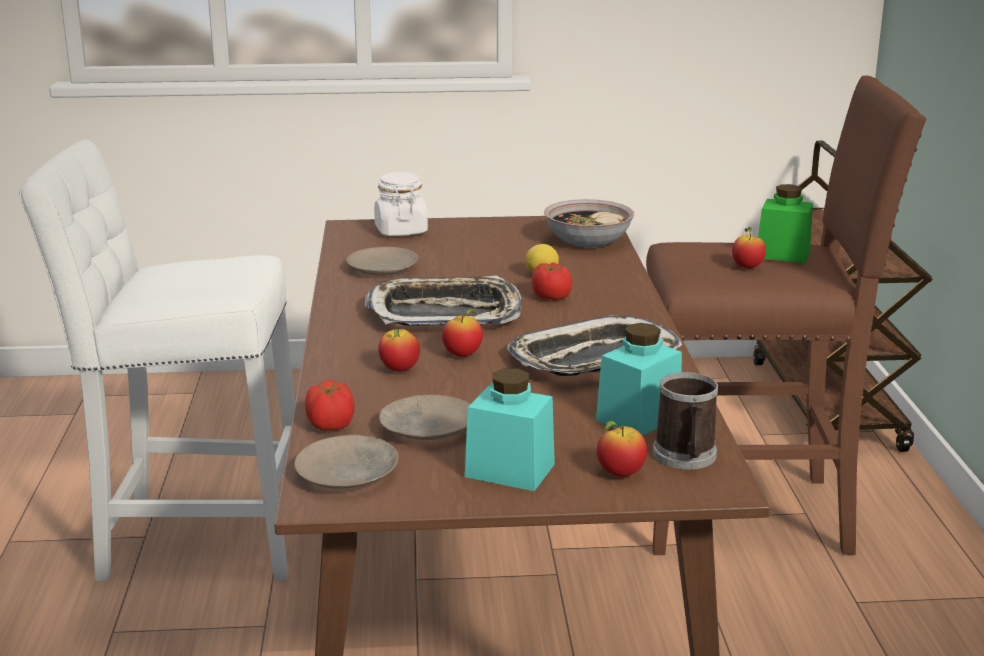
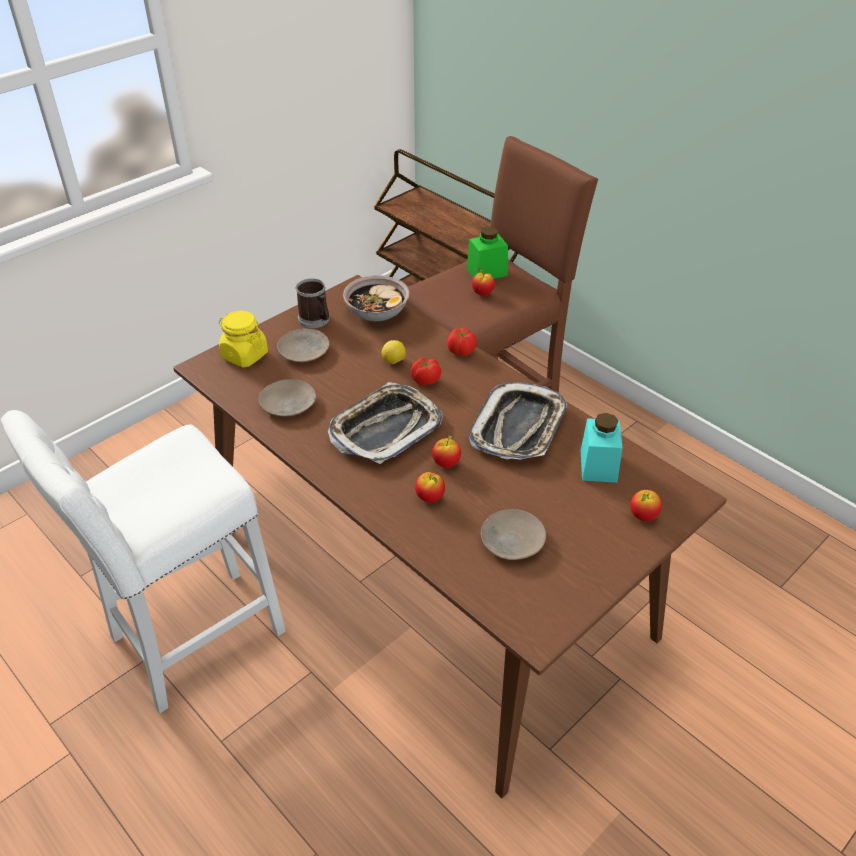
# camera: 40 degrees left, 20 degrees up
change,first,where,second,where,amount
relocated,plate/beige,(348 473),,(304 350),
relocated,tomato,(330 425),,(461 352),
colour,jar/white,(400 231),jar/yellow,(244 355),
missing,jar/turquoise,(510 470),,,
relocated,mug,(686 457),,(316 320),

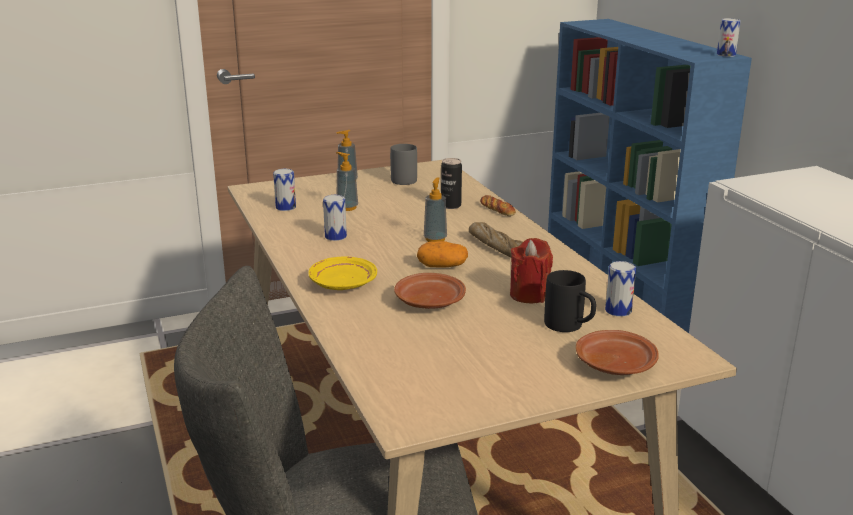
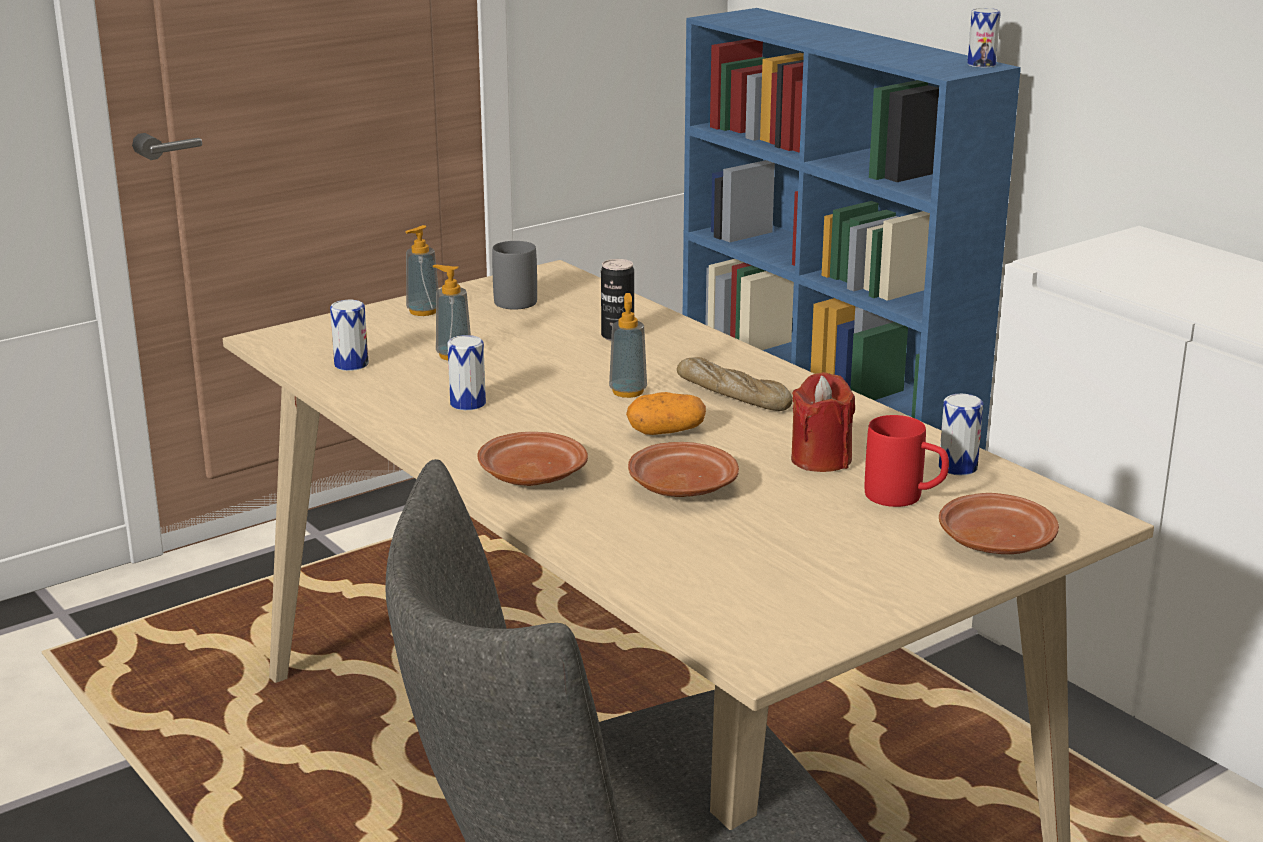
# camera: 15 degrees left, 0 degrees up
change,first,where,second,where,amount
colour,plate/yellow,(342 284),plate/brown,(531 475),
missing,bread,(497 209),,,
colour,mug/black,(570 327),mug/red,(905 498),

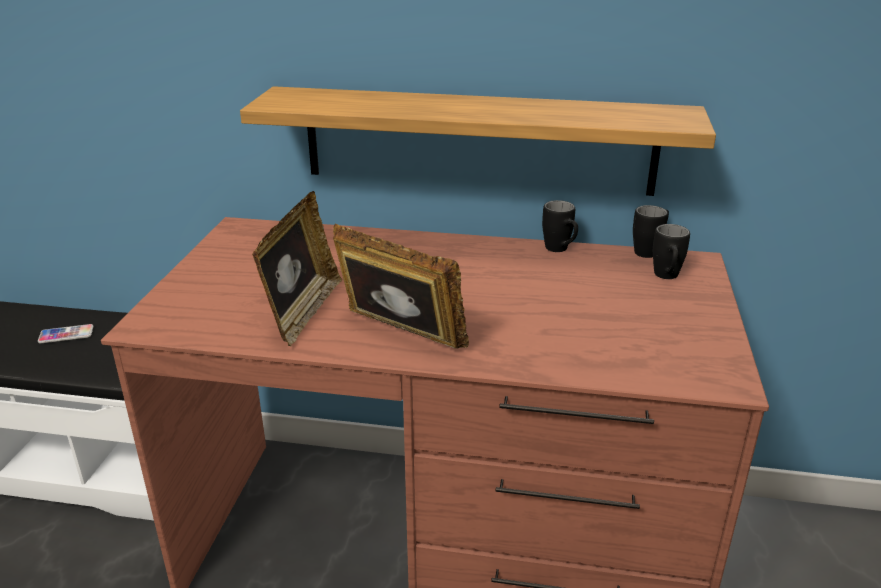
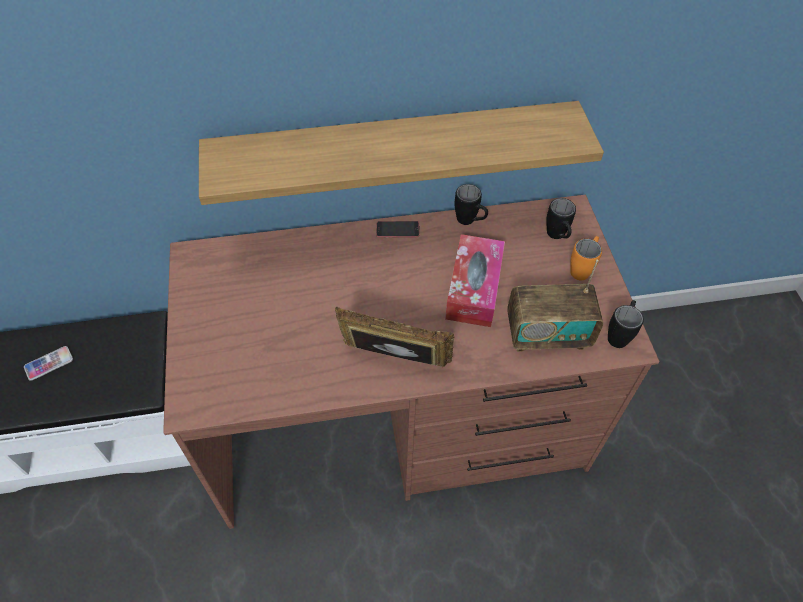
# camera: 20 degrees left, 25 degrees up
change,first,where,second,where,amount
missing,picture frame,(302 312),,,
relocated,mug/black,(650 250),,(619 334),
appeared,,,phone,(397 229),
appeared,,,tissue box,(474 288),
appeared,,,radio,(547 334),
appeared,,,mug/orange,(582 268),

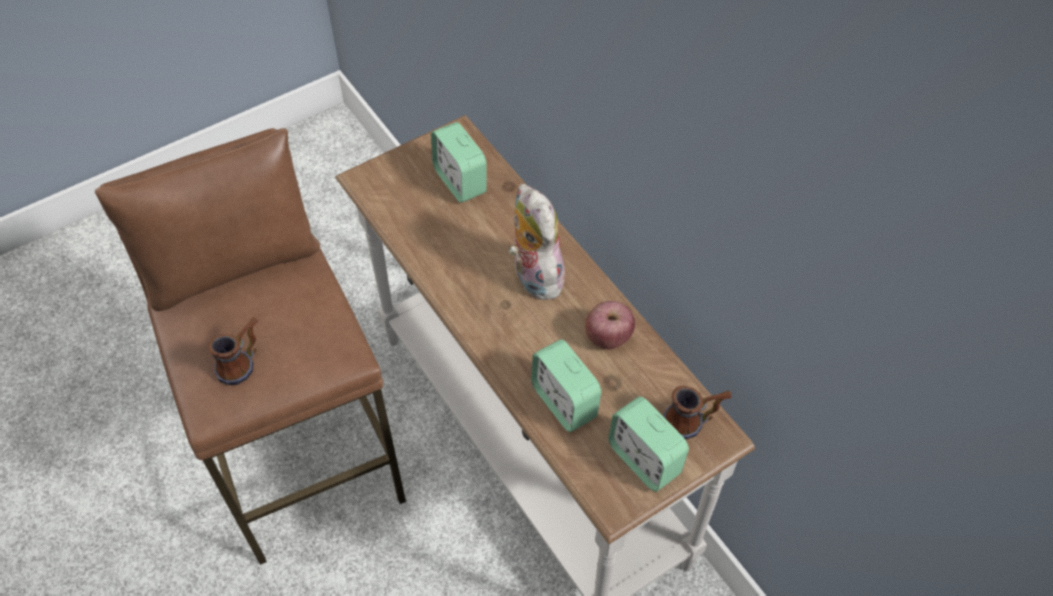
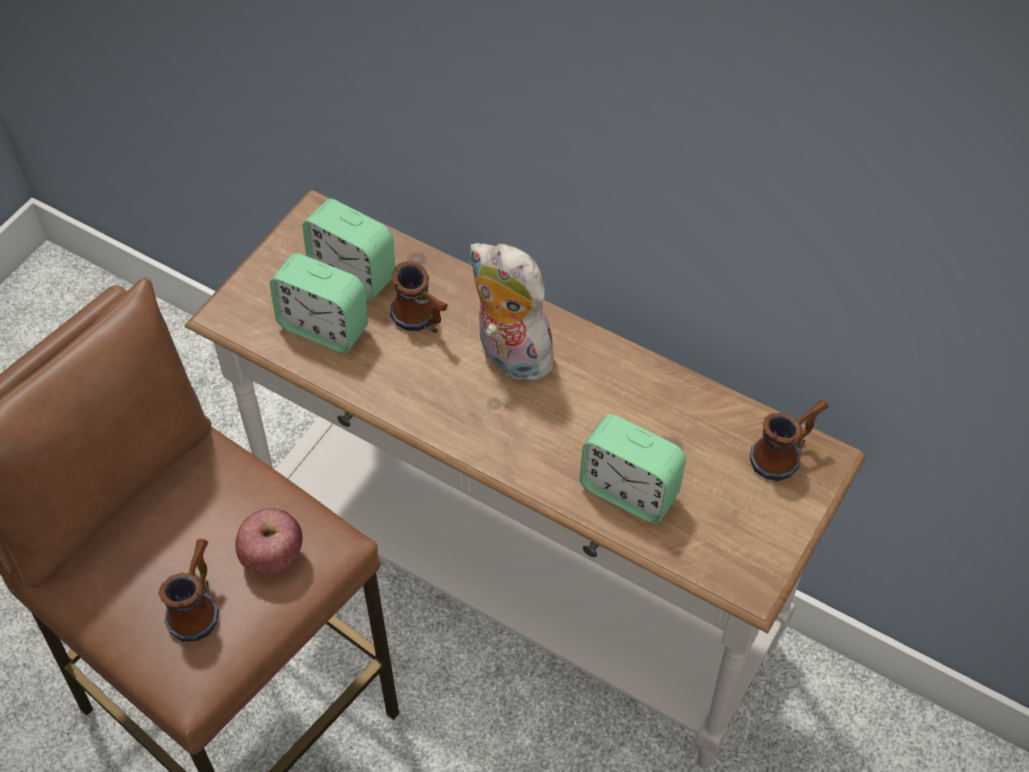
# camera: 25 degrees left, 0 degrees up
change,first,where,second,where,amount
relocated,apple,(608 337),,(272 557),
relocated,alarm clock,(644 459),,(324 327),
appeared,,,mug,(422 321),

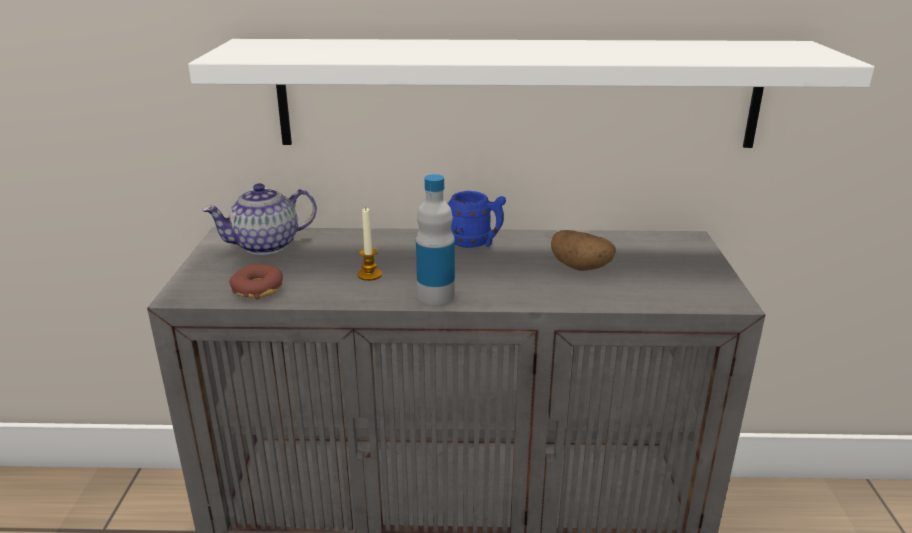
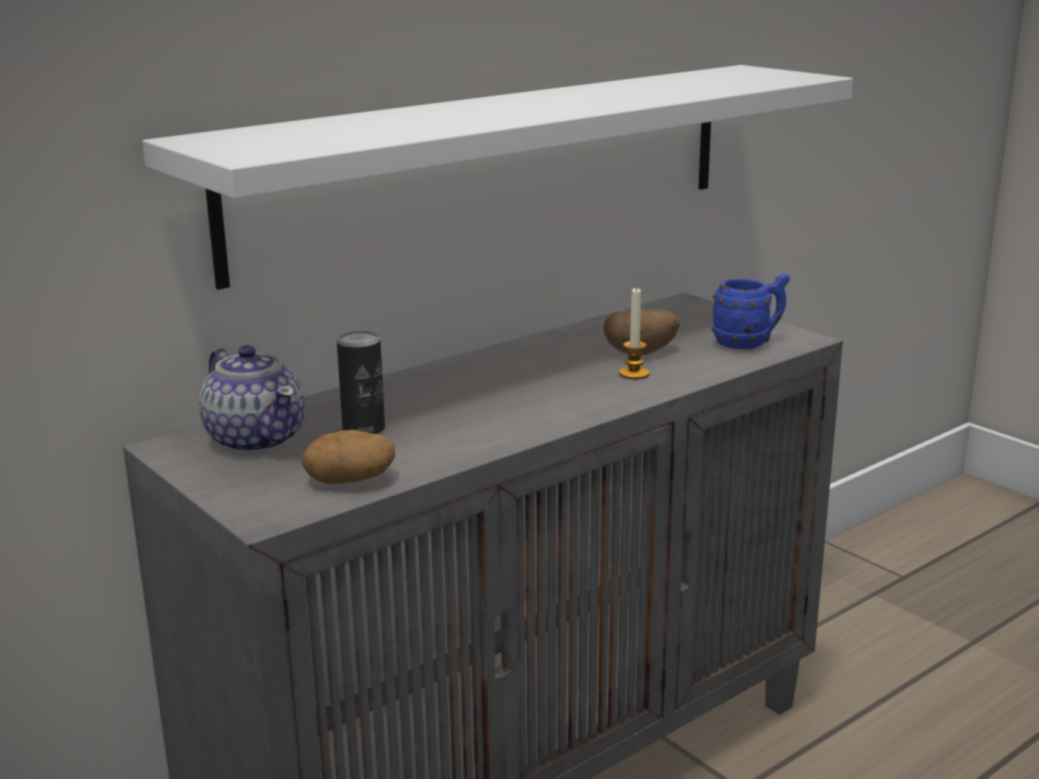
# camera: 40 degrees left, 5 degrees down
change,first,where,second,where,amount
spun,teapot,(267 245),,(256 439),60 degrees counterclockwise
exchanged,donut,(258 289),potato,(351 479),
relocated,candle,(369 275),,(634 374),
missing,bottle,(436 295),,,
relocated,mug/blue,(476 243),,(749 343),
appeared,,,can,(363 429),

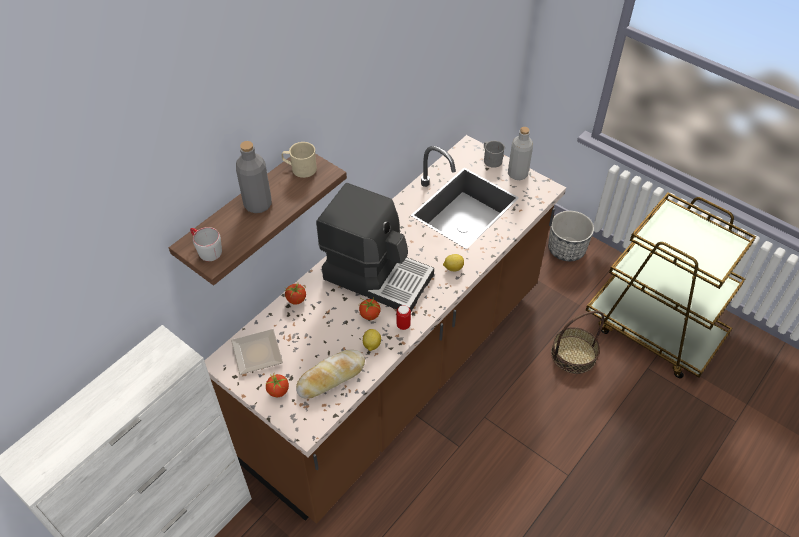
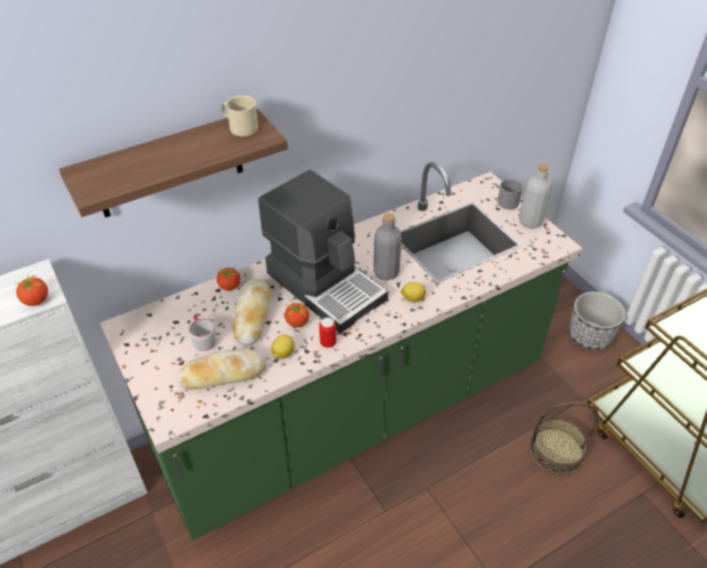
# camera: 20 degrees right, 5 degrees down
change,first,where,second,where,amount
relocated,mug/grey,(206 250),,(202 339),
colour,counter/brown,(399 373),counter/green,(353 412),
missing,plate,(259 354),,,
relocated,bottle/grey,(258 204),,(386 272),
relocated,tomato,(278 391),,(36 300),
appeared,,,bread,(252 315),

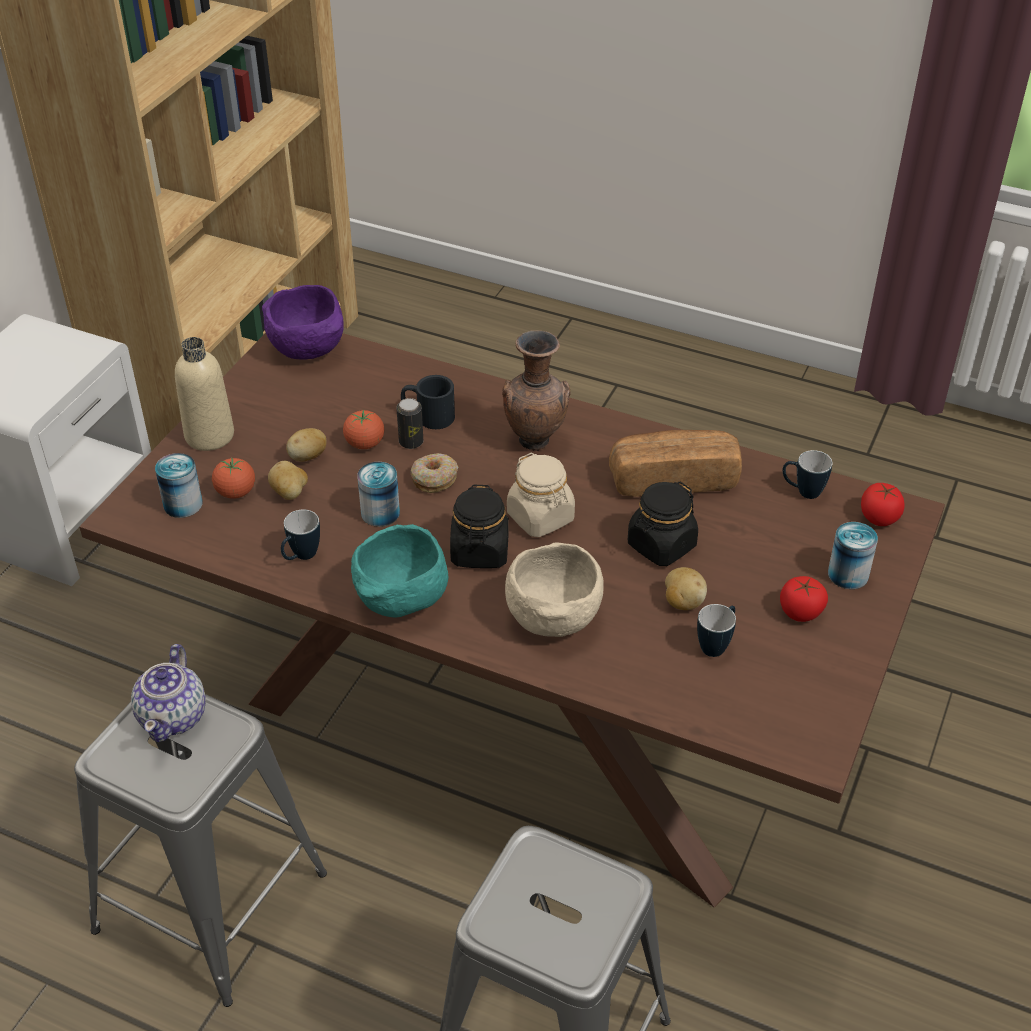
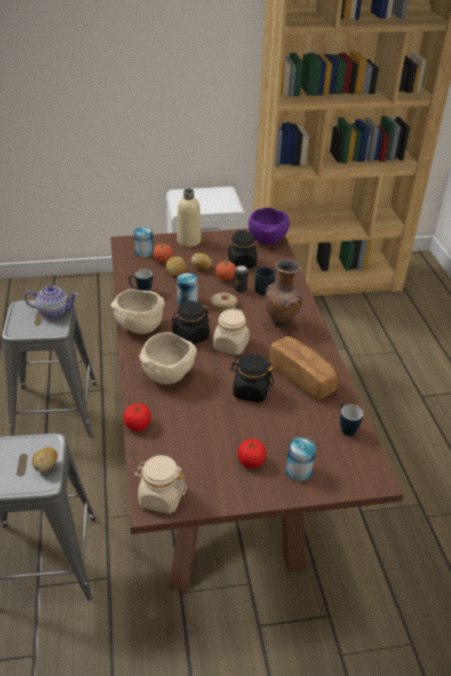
# camera: 55 degrees right, 5 degrees down
change,first,where,second,where,amount
spun,teapot,(174 716),,(53 312),150 degrees counterclockwise
colour,bowl/turquoise,(401 602),bowl/beige,(138 328),
relocated,potato,(682 602),,(46 467),
missing,mug,(716 645),,,
relocated,tomato,(879 517),,(138 425),
appeared,,,jar/beige,(161 497),
appeared,,,jar/black,(242 263),

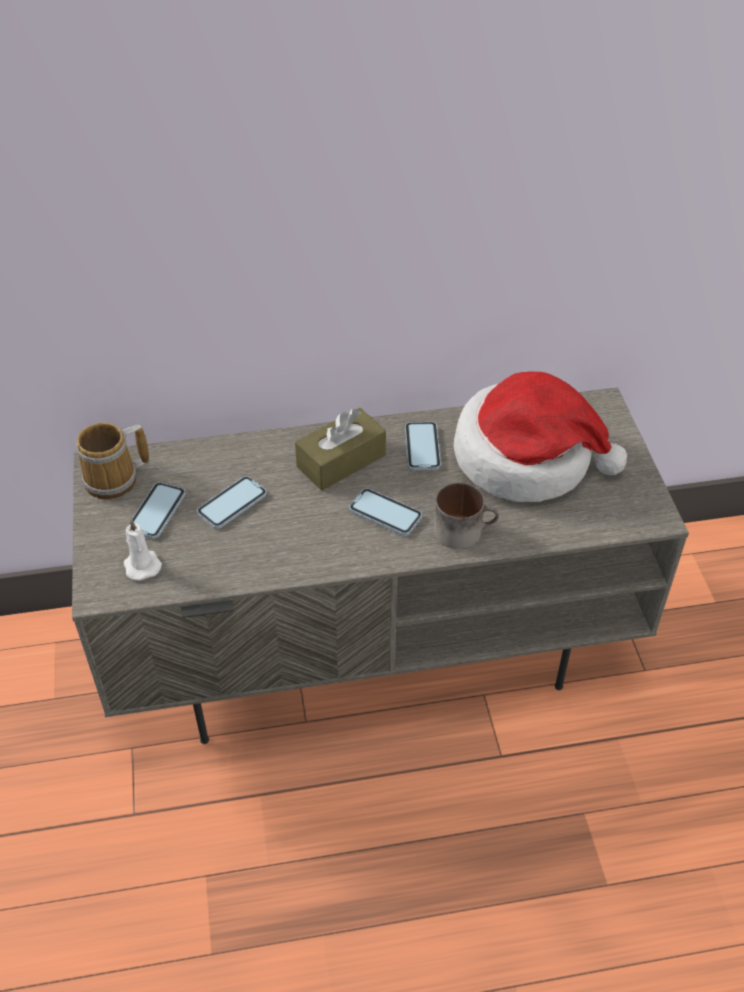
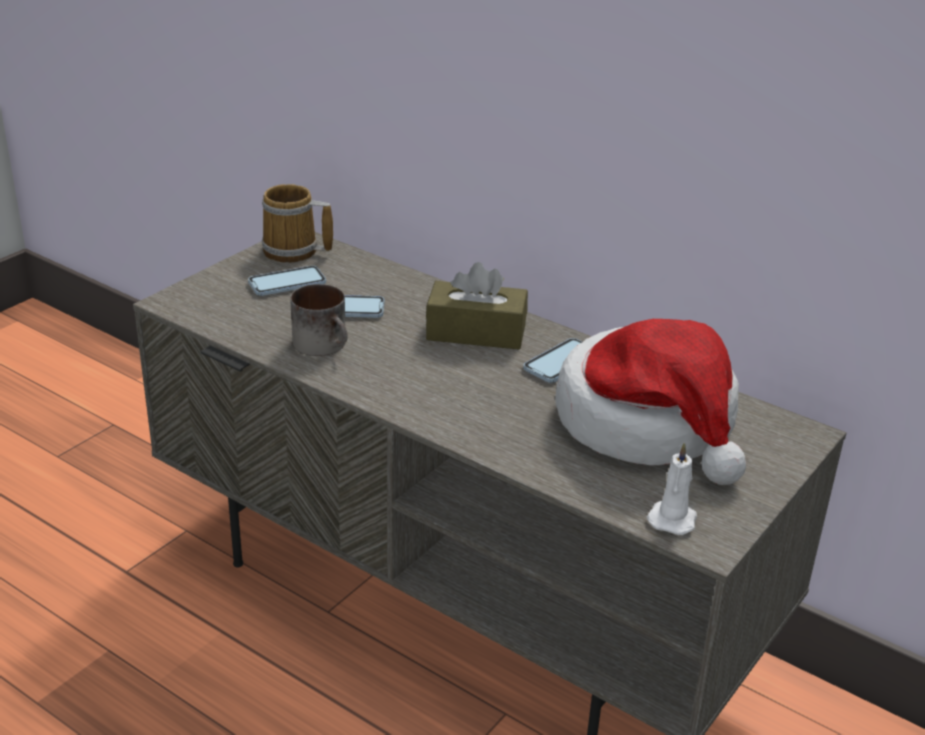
# camera: 45 degrees right, 15 degrees down
change,first,where,second,where,amount
relocated,candle/white,(141 564),,(672 518),
missing,phone,(385 513),,,
relocated,mug,(464 530),,(325 345),

